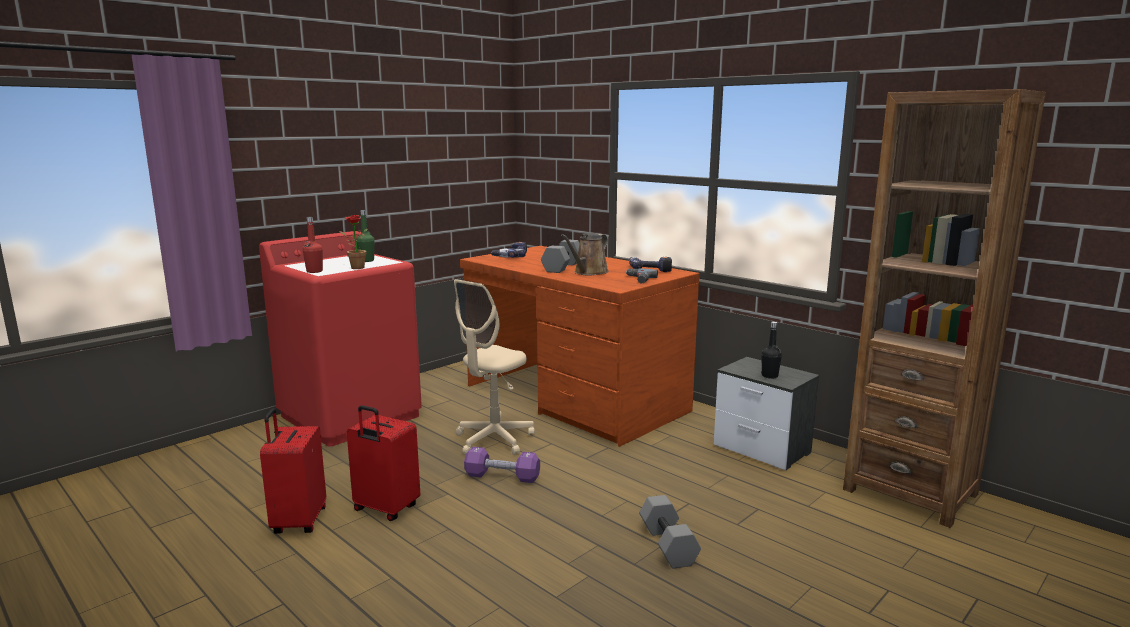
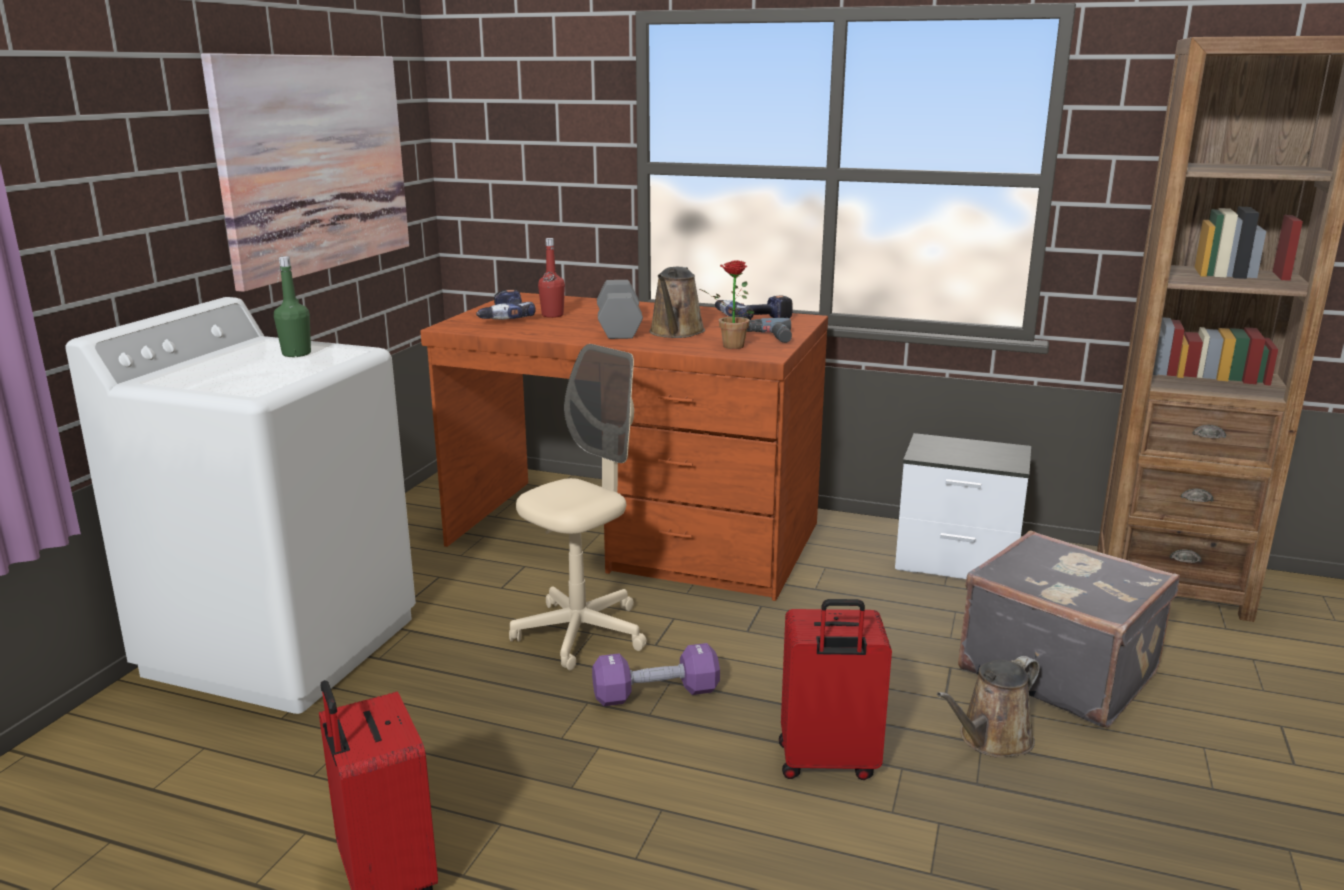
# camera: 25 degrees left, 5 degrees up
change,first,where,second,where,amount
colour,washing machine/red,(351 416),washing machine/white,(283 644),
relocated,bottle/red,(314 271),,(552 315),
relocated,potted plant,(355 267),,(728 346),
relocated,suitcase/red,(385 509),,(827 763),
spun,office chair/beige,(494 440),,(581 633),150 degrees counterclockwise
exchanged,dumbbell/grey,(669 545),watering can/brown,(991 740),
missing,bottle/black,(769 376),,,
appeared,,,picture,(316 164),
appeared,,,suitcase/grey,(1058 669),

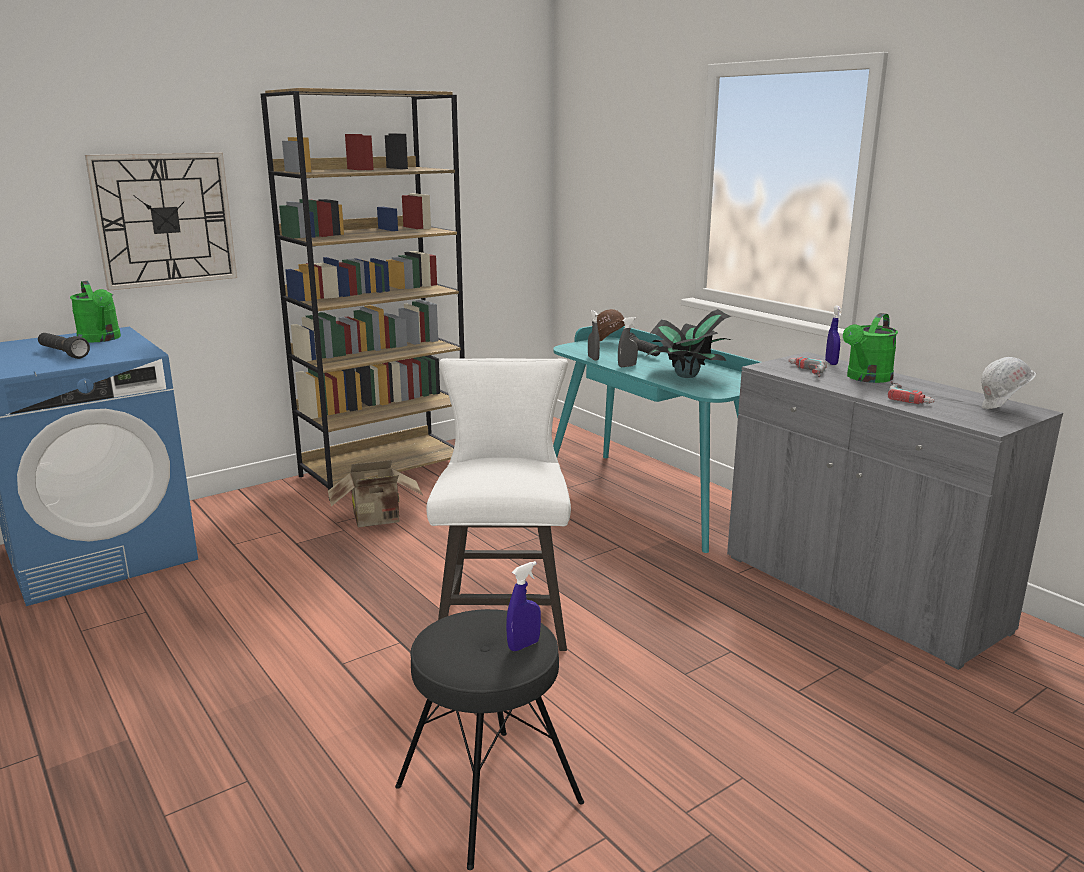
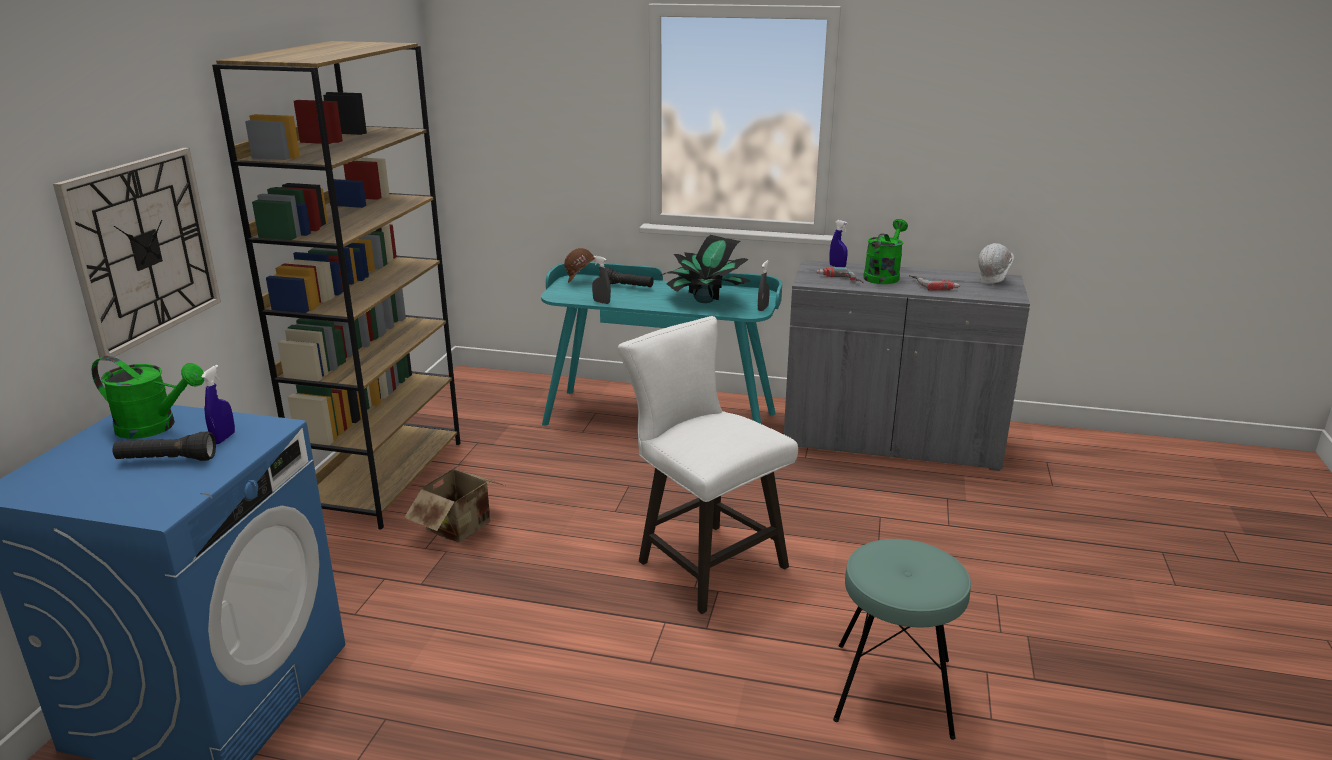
# camera: 40 degrees left, 5 degrees up
change,first,where,second,where,amount
colour,stool/black,(488 794),stool/turquoise,(893 689),
relocated,spray bottle/blue,(524 645),,(224 438),
relocated,spray bottle/grey,(627 366),,(763 308),
spun,watering can/green,(866 378),,(883 276),150 degrees counterclockwise

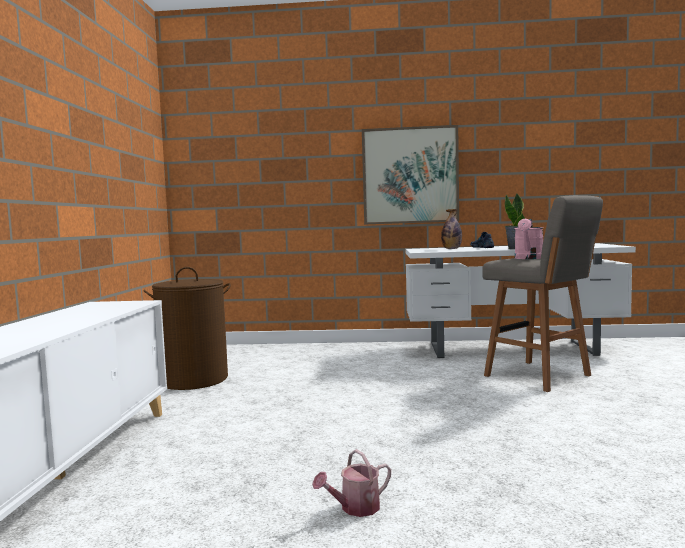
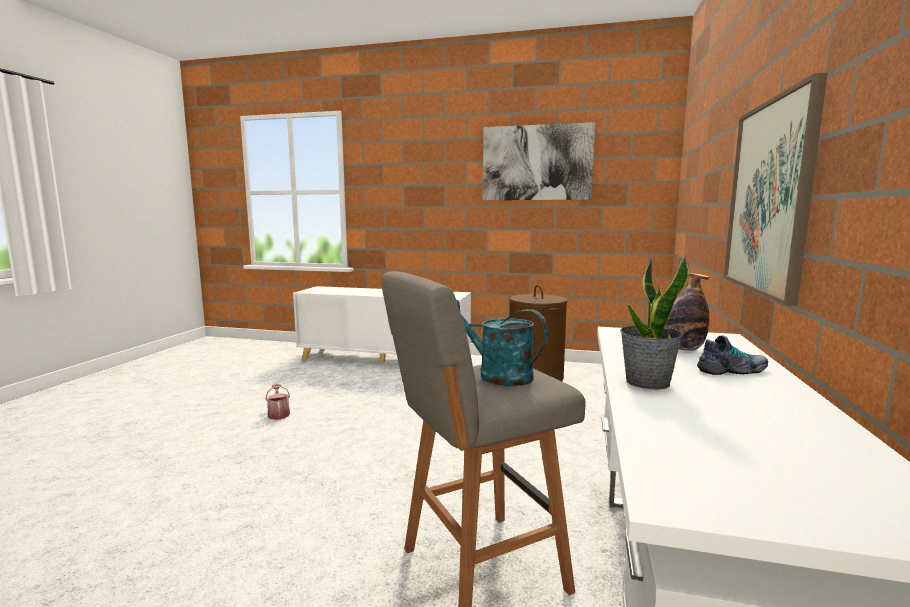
# camera: 100 degrees right, 5 degrees up
change,first,where,second,where,amount
colour,watering can/pink,(528 258),watering can/turquoise,(496 375),
appeared,,,picture,(536 163),

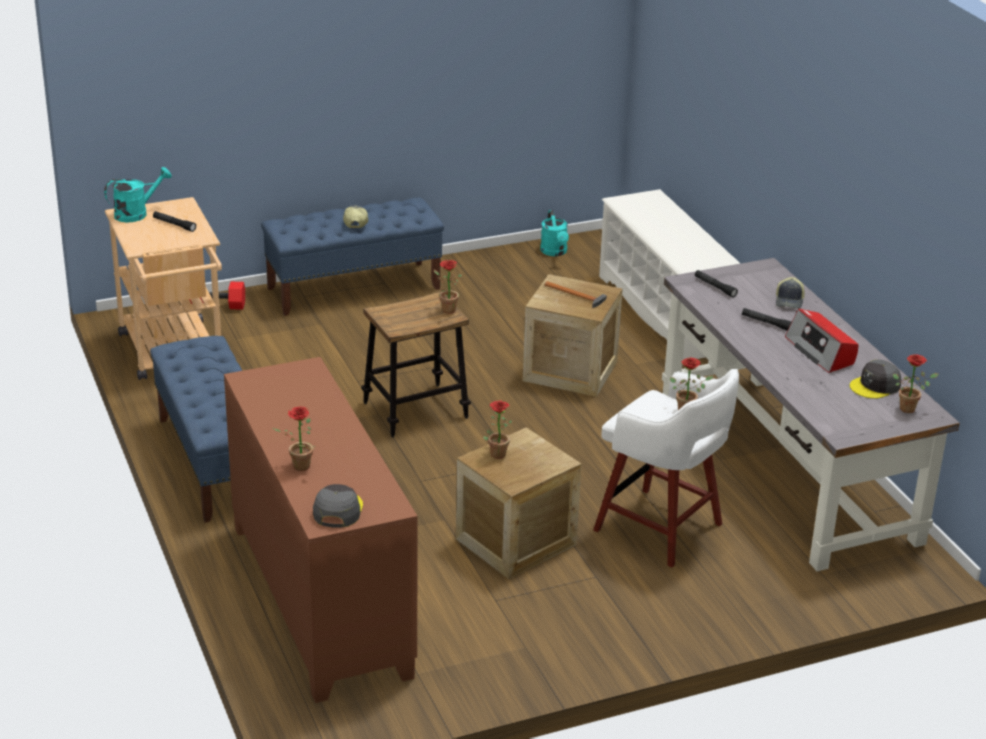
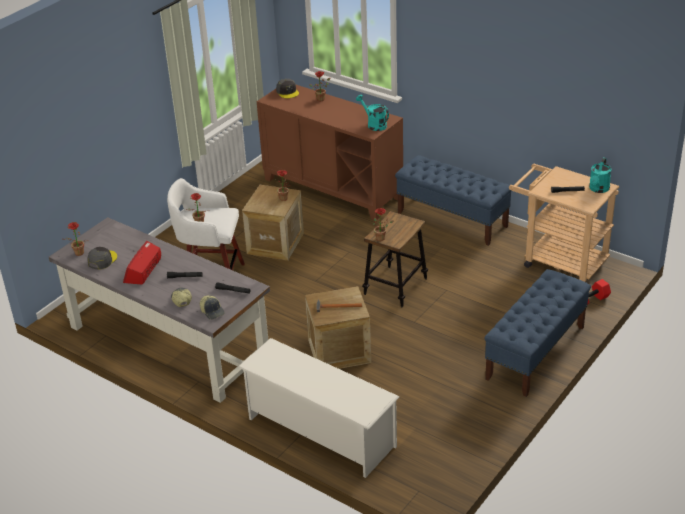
# camera: 150 degrees right, 5 degrees up
change,first,where,second,where,amount
relocated,cap,(355 222),,(212 311),
relocated,watering can/turquoise,(555 252),,(374 124),
spun,radio,(821 351),,(143 270),105 degrees counterclockwise

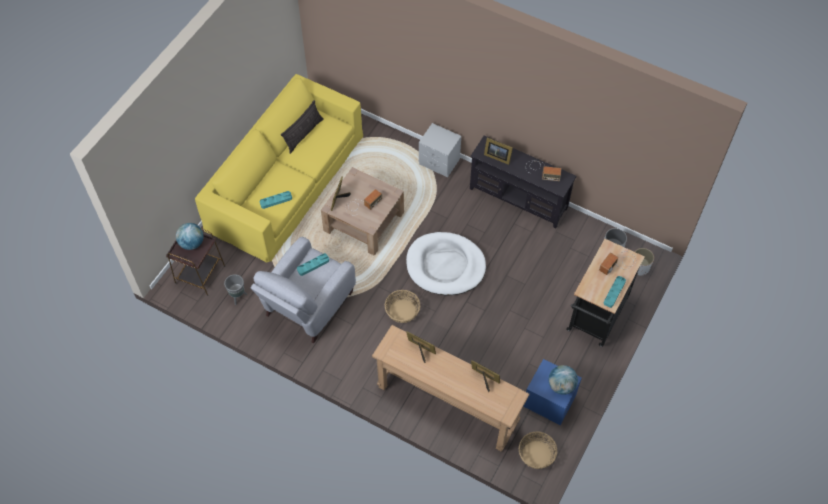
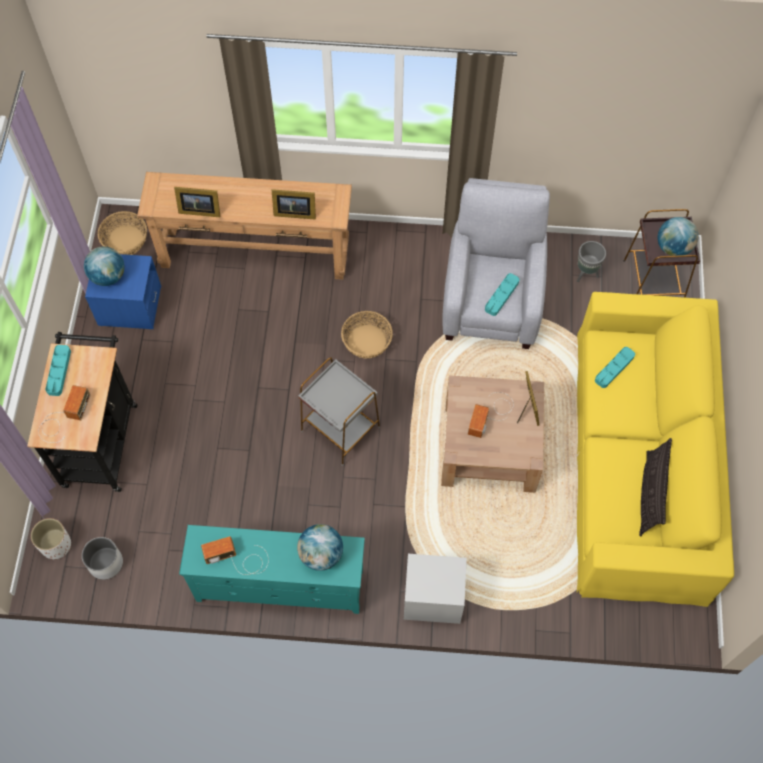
# camera: 155 degrees right, 5 degrees up
change,first,where,second,where,amount
exchanged,dog bed/white,(445 266),side table/grey,(340 428),
colour,tv stand/black,(518 198),tv stand/turquoise,(280 586),
exchanged,picture frame,(497 156),globe,(321 554),

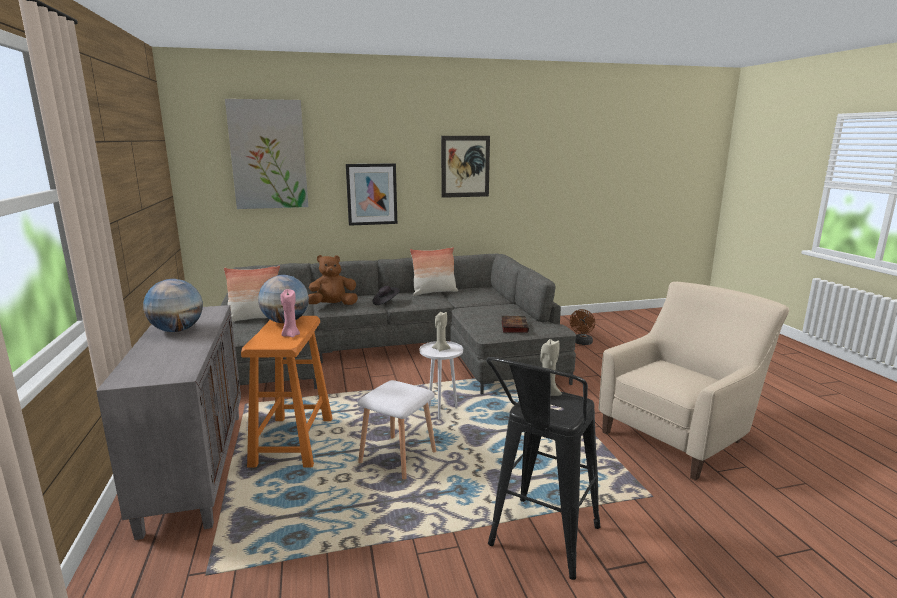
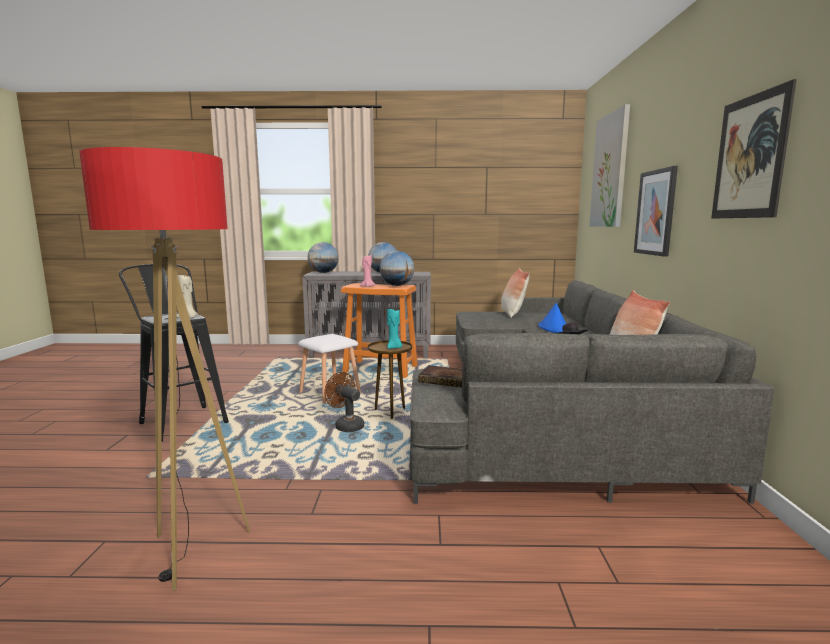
# camera: 105 degrees right, 5 degrees down
change,first,where,second,where,amount
exchanged,plush toy/brown,(332 305),hat/blue,(554 328),
colour,side table/white,(441 412),side table/brown,(390 412),
colour,candle/beige,(441 349),candle/turquoise,(394 348),
relocated,fan/brown,(582 343),,(346 425),
exchanged,armchair/beige,(681 435),floor lamp,(194 551),
appeared,,,globe,(323 272),

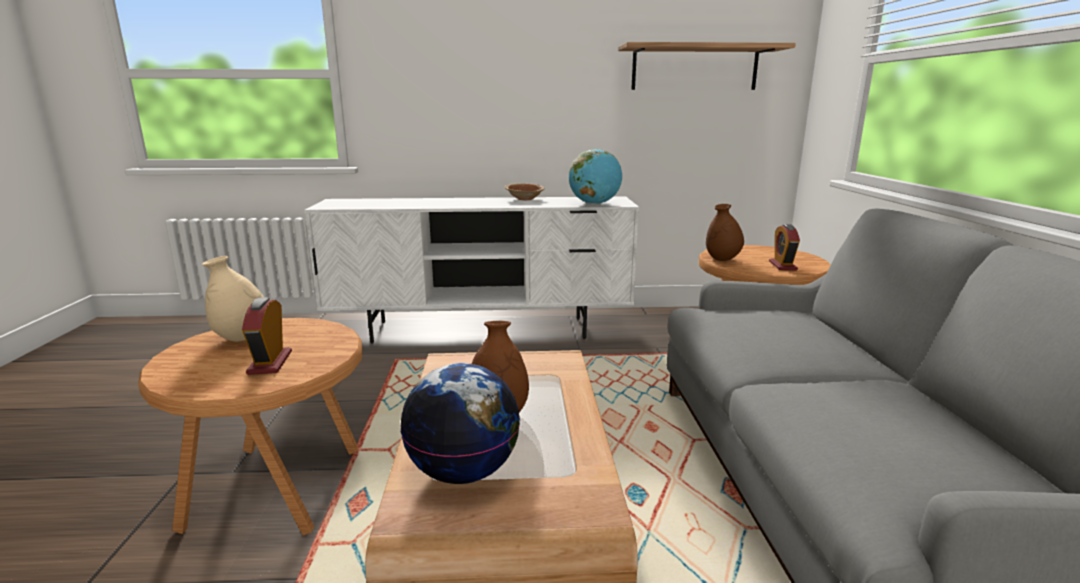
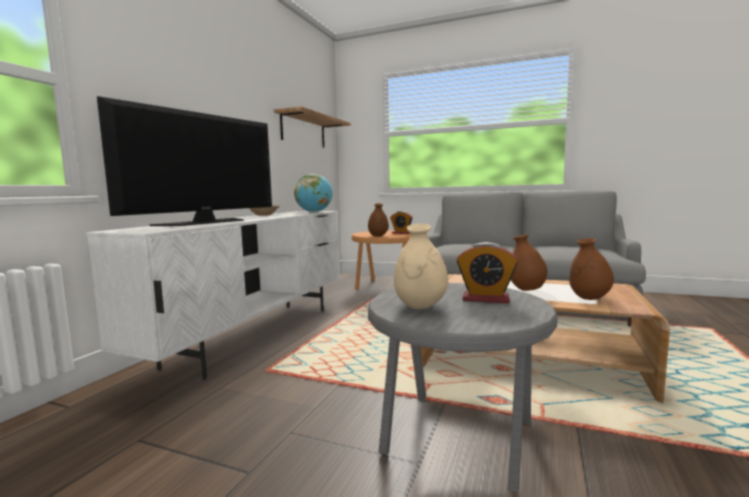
# camera: 65 degrees left, 10 degrees down
change,first,where,second,where,amount
colour,side table/brown,(279 485),side table/grey,(456 435),
exchanged,globe,(464 471),vase/brown,(589 298),
appeared,,,television,(204 222),

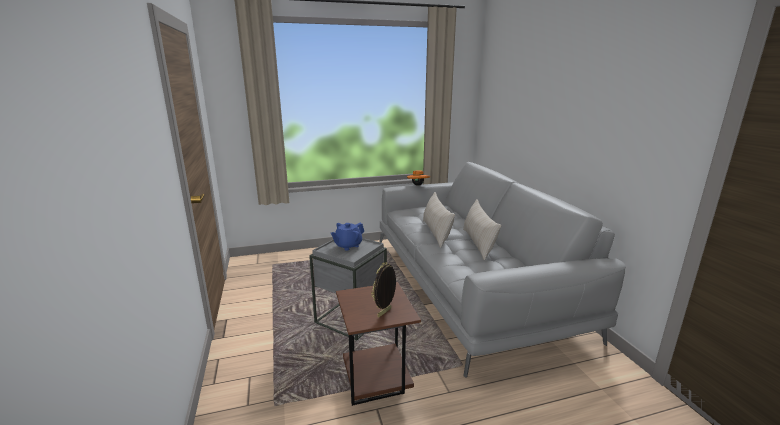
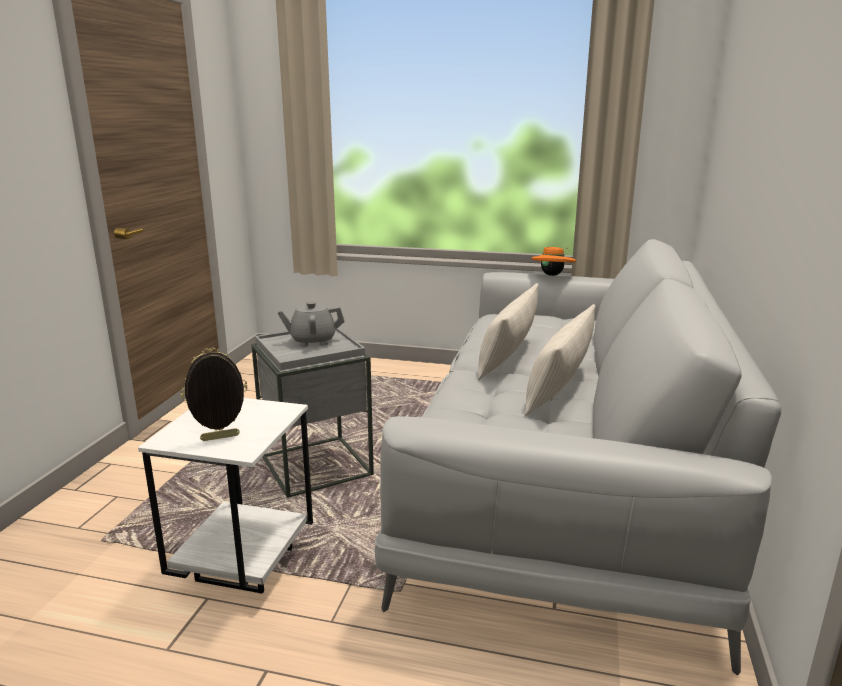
# camera: 30 degrees right, 0 degrees up
change,first,where,second,where,amount
colour,teapot/blue,(348 245),teapot/grey,(312 341),
colour,side table/brown,(375 385),side table/white,(242 566),

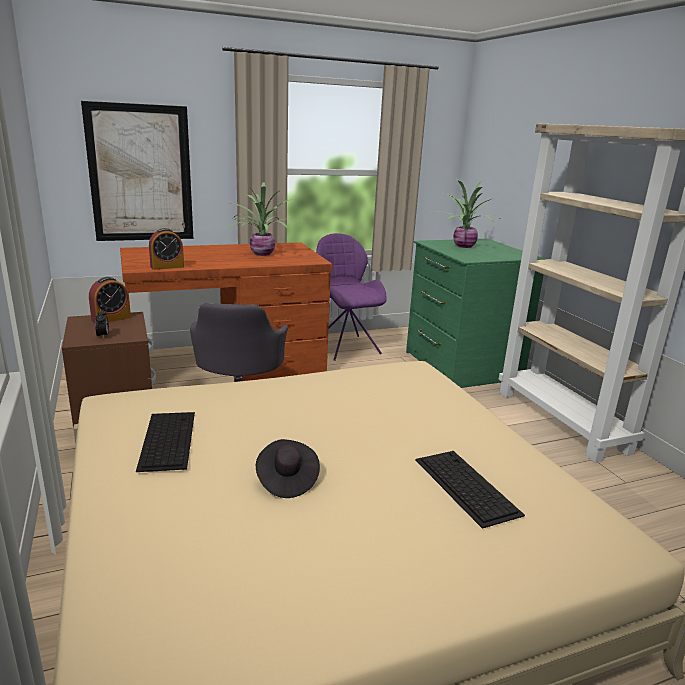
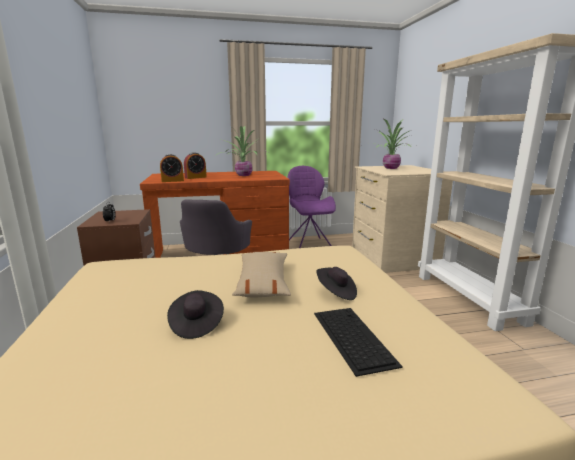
# camera: 10 degrees right, 5 degrees down
change,first,where,second,where,amount
missing,picture,(141 174),,,
relocated,alarm clock,(111 319),,(195 177),
missing,keyboard,(167 439),,,
colour,dresser/green,(461 365),dresser/beige,(392 257),
appeared,,,pillow/beige,(263 283),
appeared,,,hat/black,(336 293),

